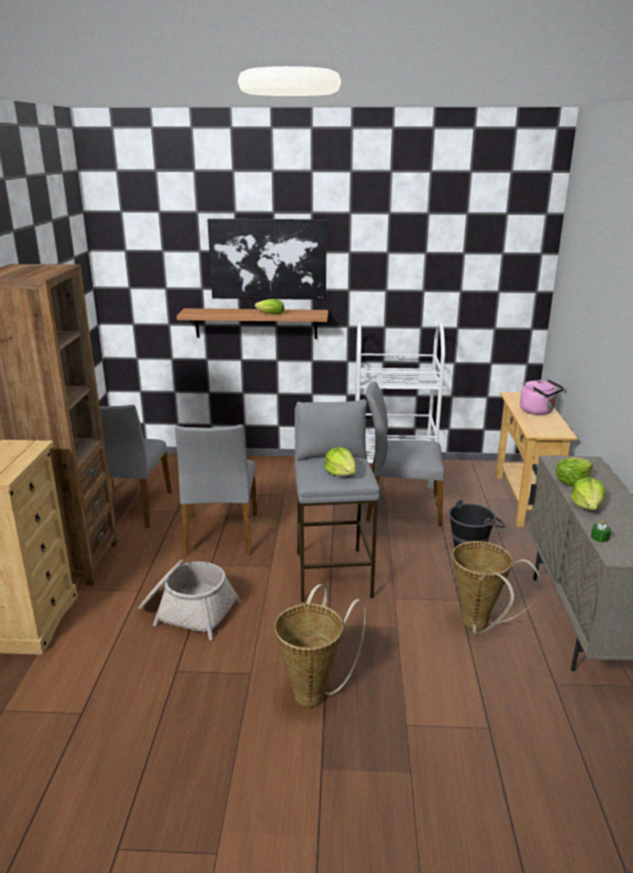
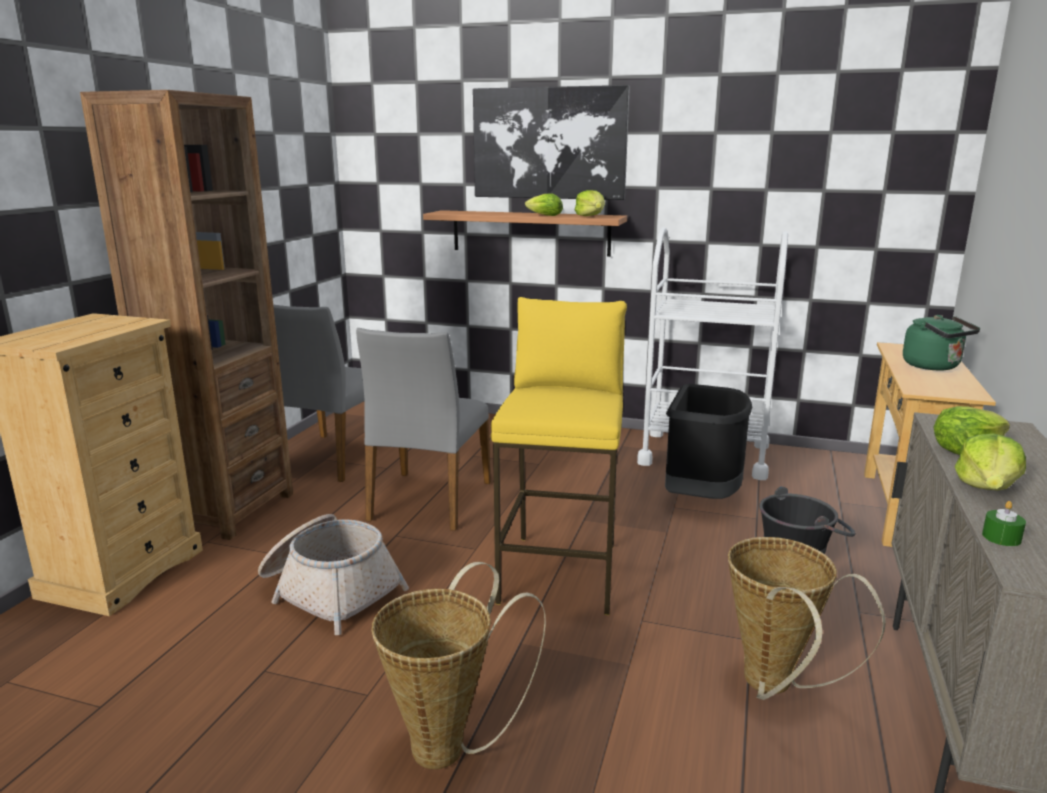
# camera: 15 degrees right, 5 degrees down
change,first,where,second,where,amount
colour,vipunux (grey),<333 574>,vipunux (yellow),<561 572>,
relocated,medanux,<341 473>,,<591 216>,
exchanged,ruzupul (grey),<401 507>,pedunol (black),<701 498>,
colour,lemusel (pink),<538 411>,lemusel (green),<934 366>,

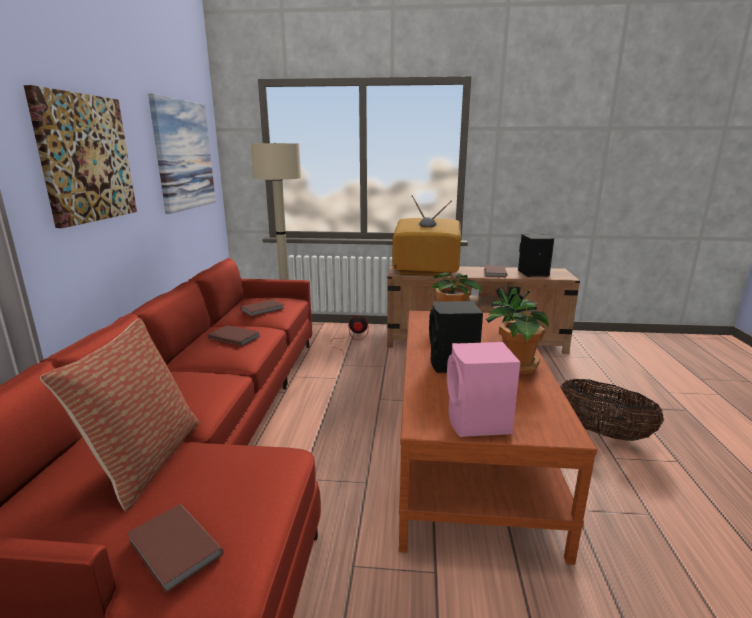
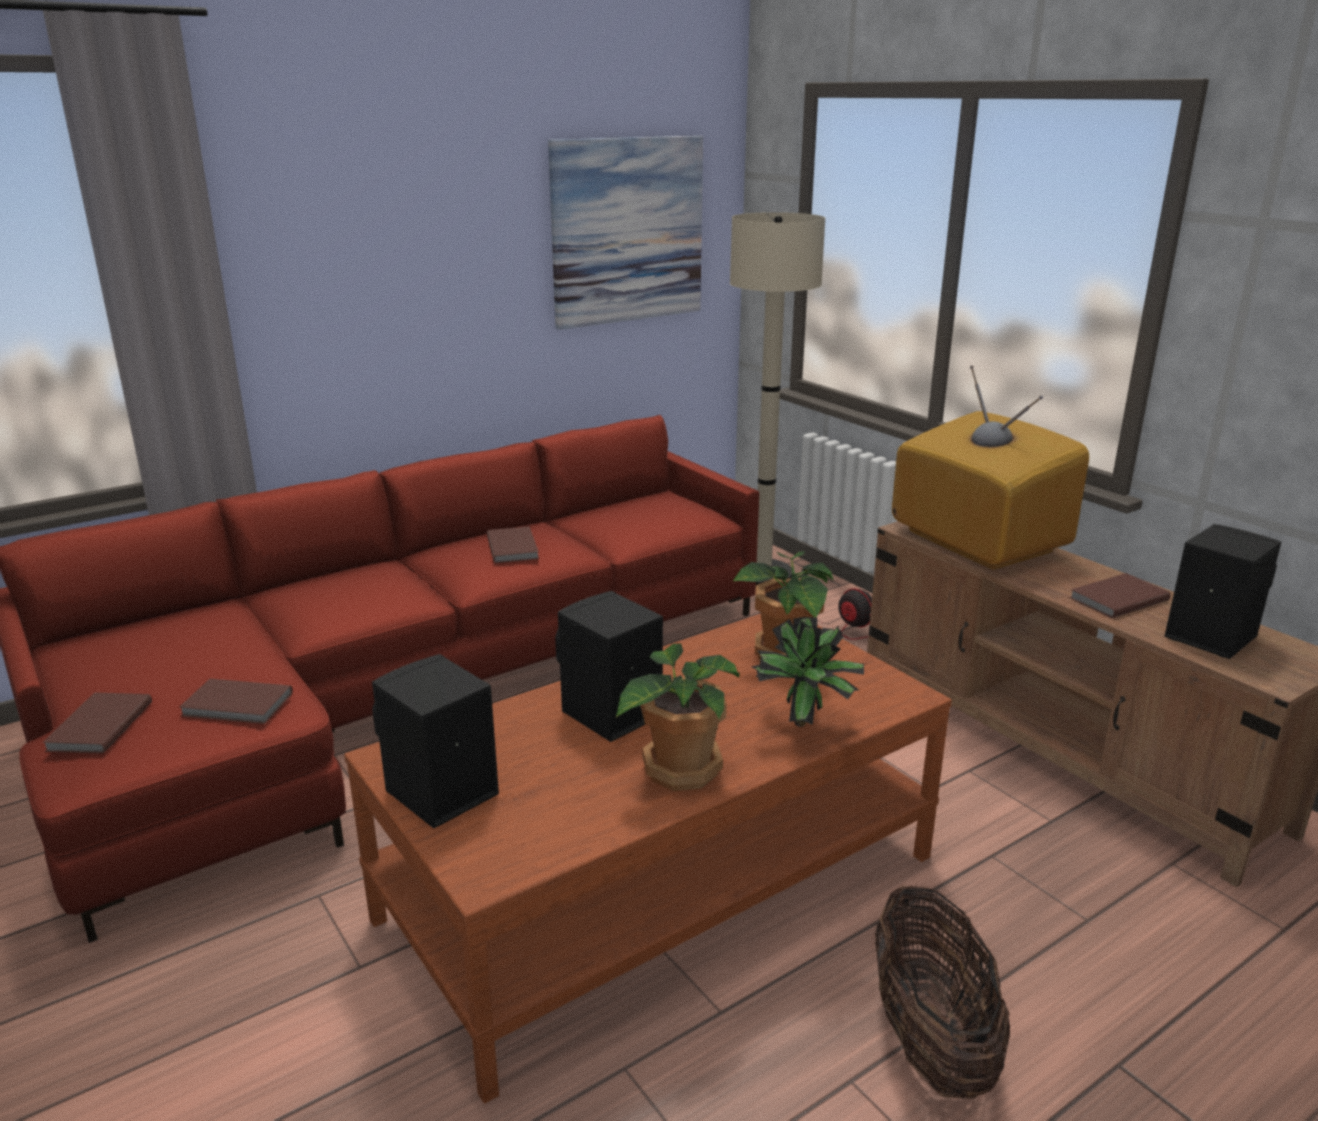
# camera: 50 degrees right, 5 degrees up
change,first,where,second,where,amount
relocated,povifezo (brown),<263 309>,,<238 705>,
colour,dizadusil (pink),<478 424>,dizadusil (black),<438 794>,
missing,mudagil,<85 158>,,,
missing,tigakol,<145 460>,,,

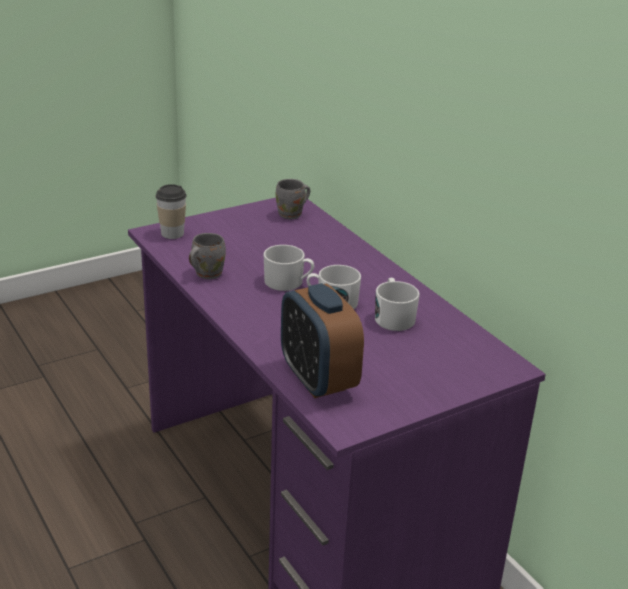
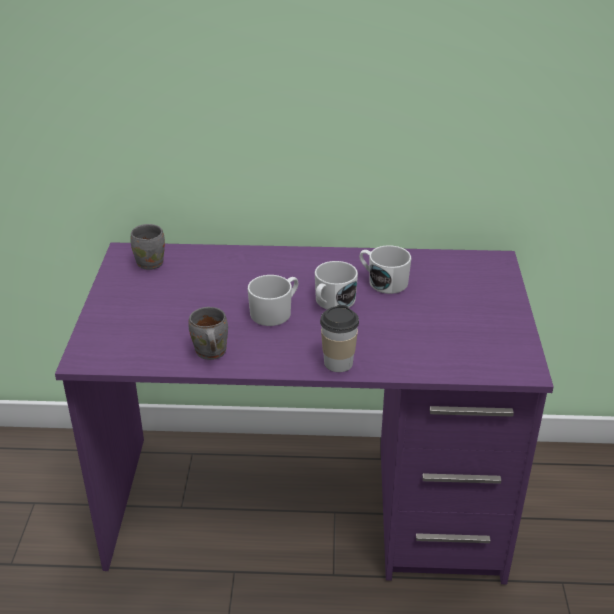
# camera: 55 degrees left, 5 degrees up
change,first,where,second,where,amount
relocated,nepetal,<172 233>,,<338 363>,
missing,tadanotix,<318 379>,,,

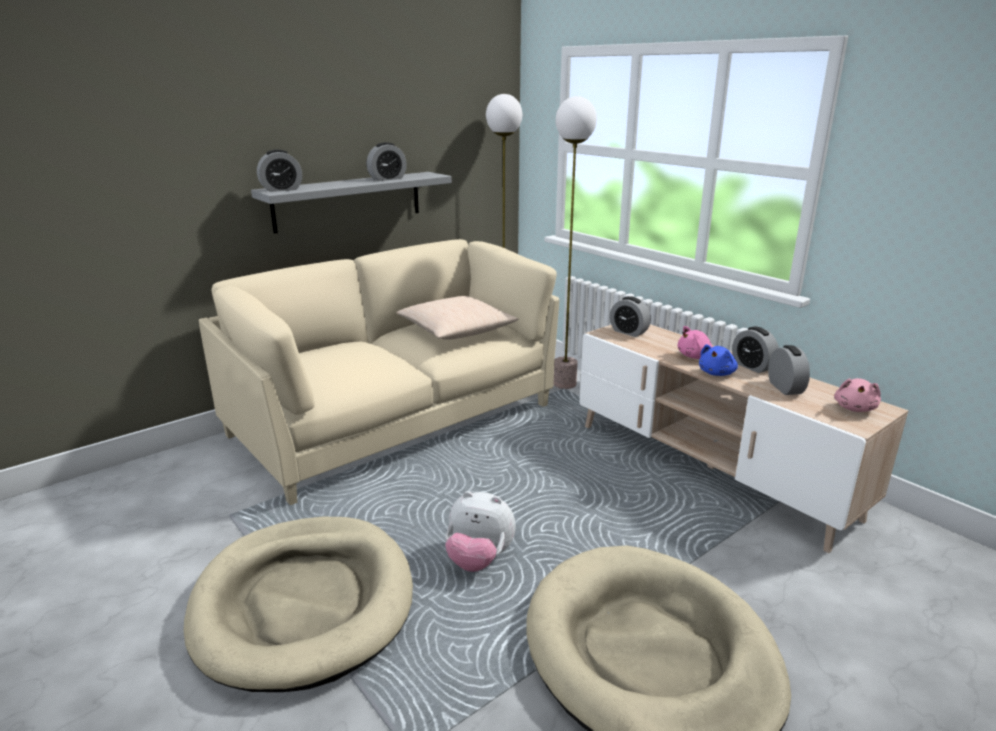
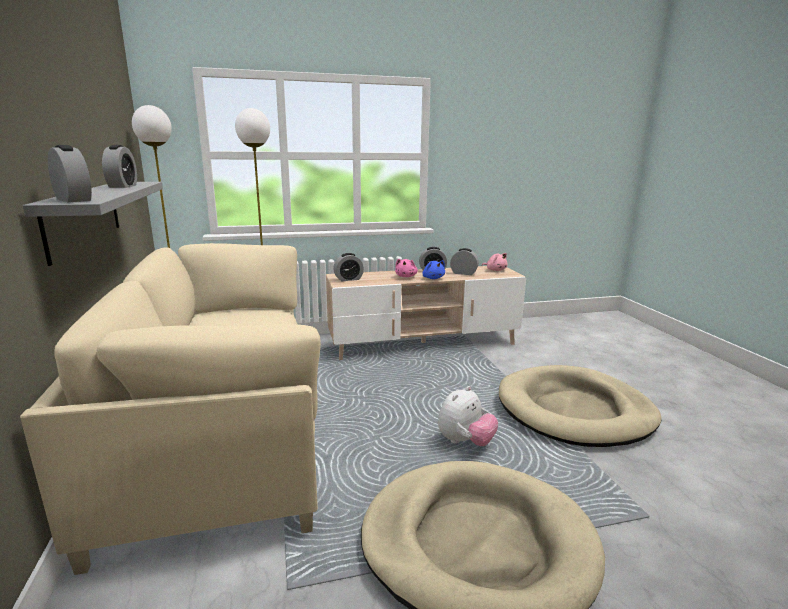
# camera: 65 degrees left, 5 degrees down
change,first,where,second,where,amount
spun,tadanotix,<281 189>,,<73 200>,45 degrees counterclockwise
missing,tigakol (beige),<456 330>,,,

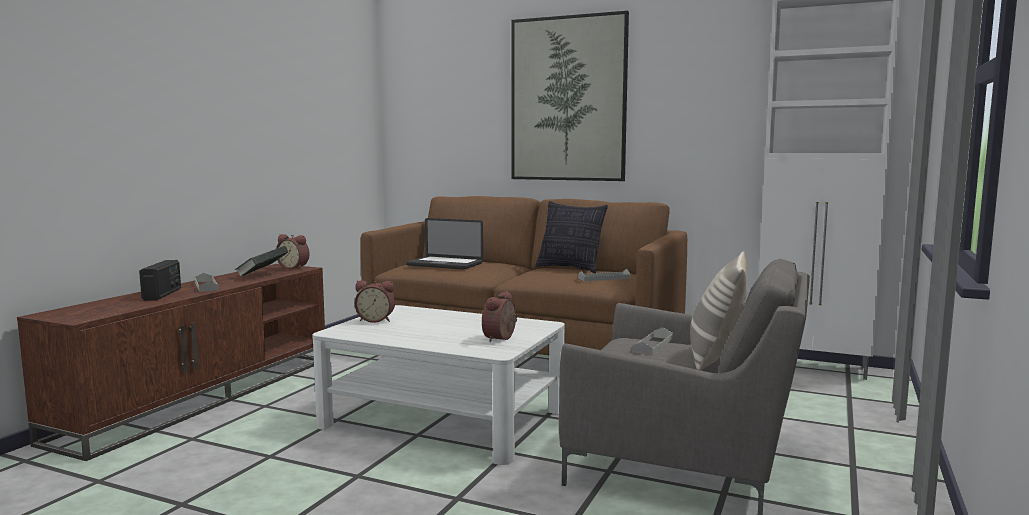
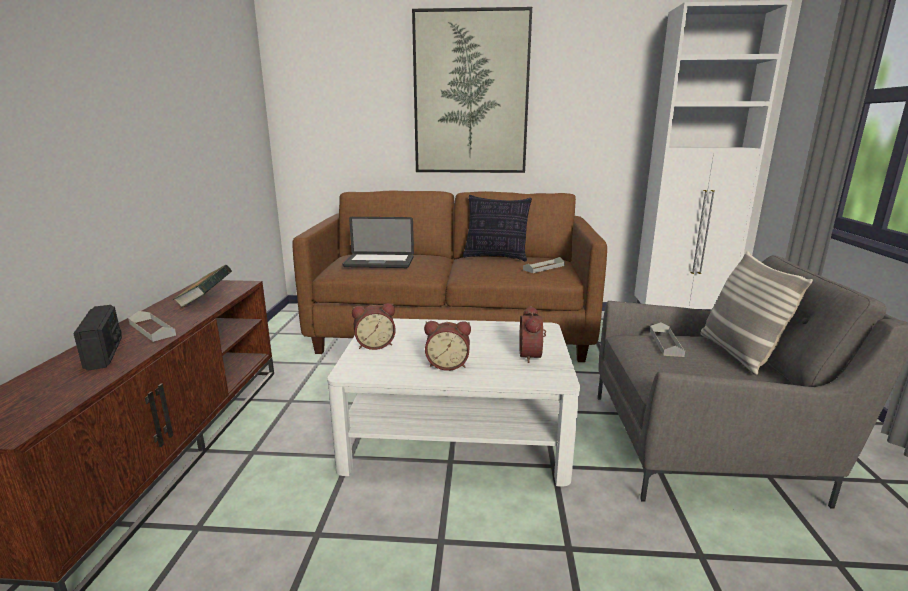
# camera: 20 degrees left, 10 degrees up
change,first,where,second,where,amount
relocated,tadanotix,<294 267>,,<447 364>,

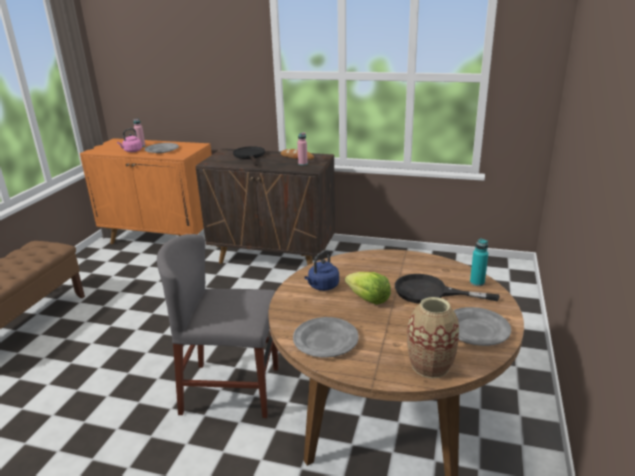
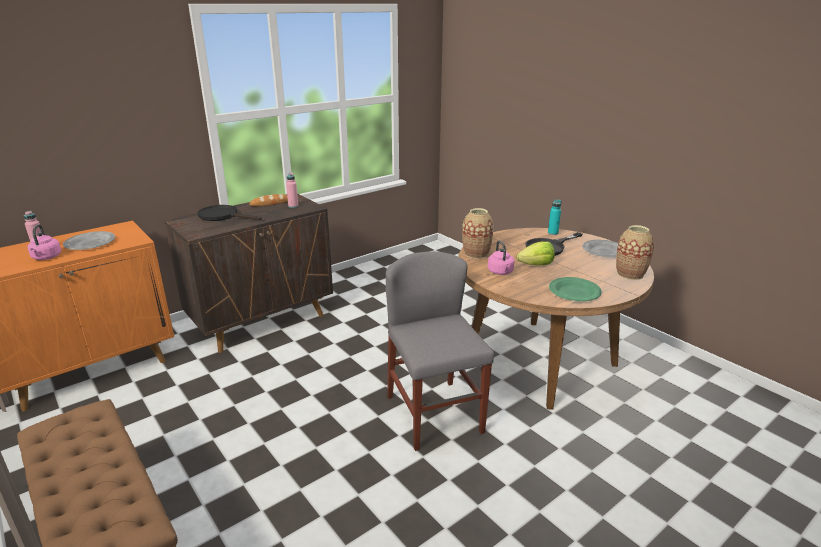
# camera: 55 degrees left, 0 degrees up
change,first,where,second,where,amount
spun,ruzupul (grey),<231 390>,,<434 414>,120 degrees clockwise
appeared,,,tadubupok,<476 254>,
colour,lemusel (blue),<322 286>,lemusel (pink),<501 272>,
colour,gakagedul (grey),<325 340>,gakagedul (green),<574 292>,

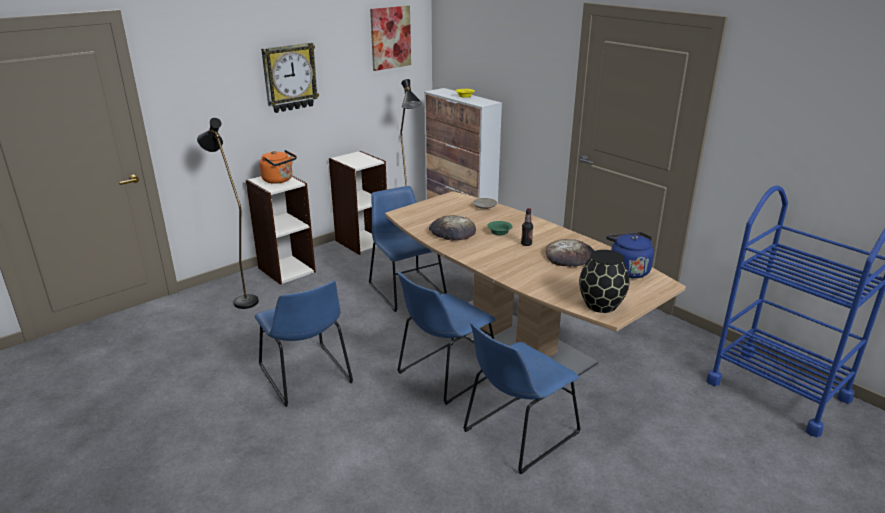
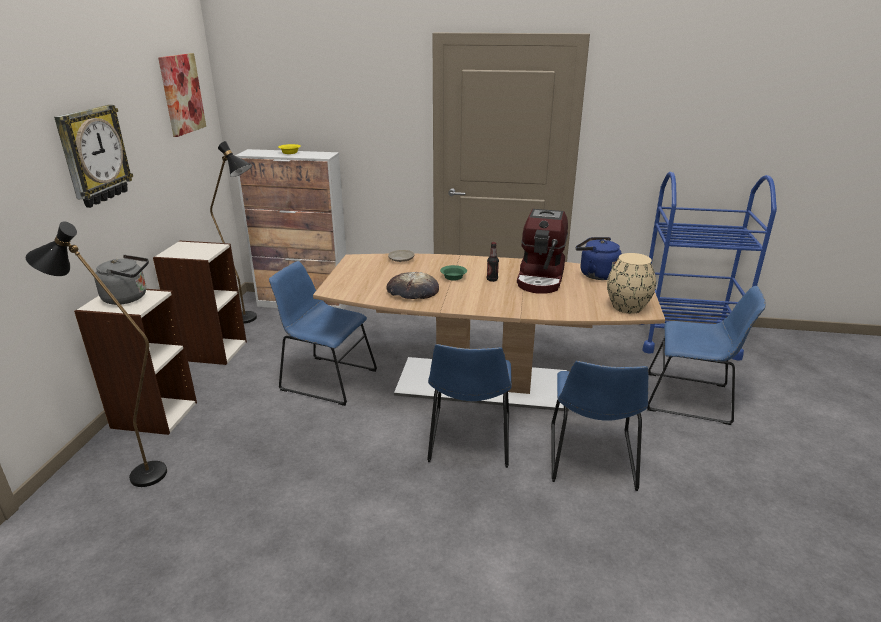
# camera: 40 degrees left, 0 degrees up
change,first,where,second,where,amount
colour,lemusel (orange),<279 180>,lemusel (grey),<128 298>,
exchanged,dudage,<570 257>,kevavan,<541 278>,
colour,tadubupok (black),<600 305>,tadubupok (beige),<626 307>,
relocated,ruzupul (blue),<306 376>,,<692 398>,

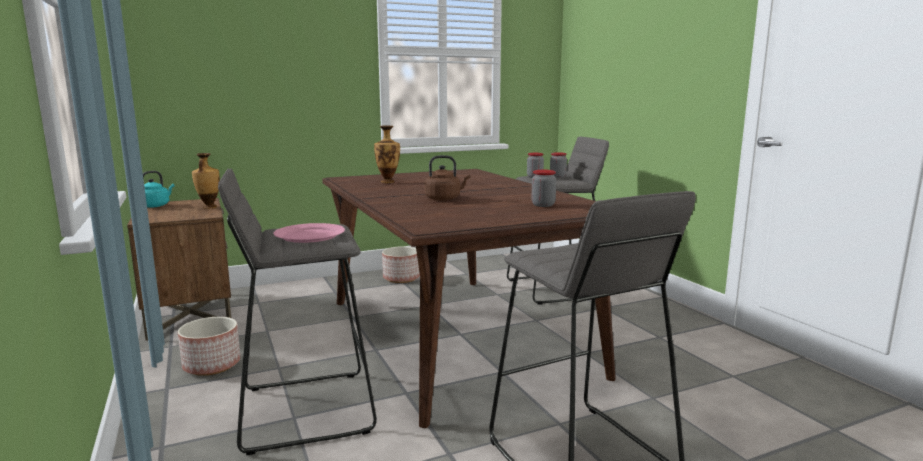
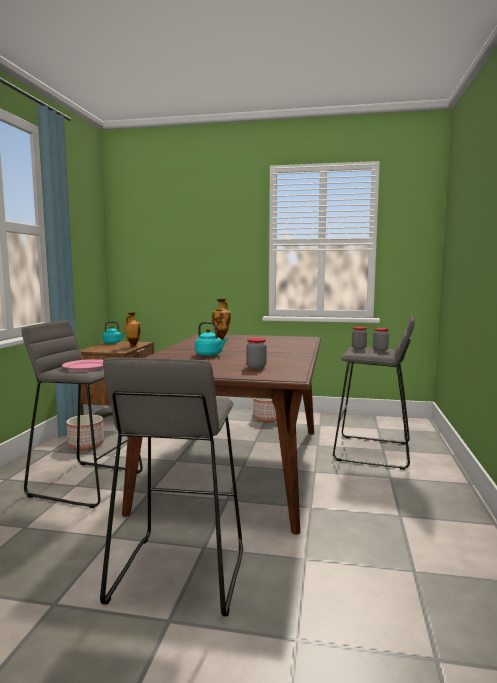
# camera: 35 degrees right, 5 degrees down
change,first,where,second,where,amount
colour,lemusel (brown),<444 199>,lemusel (turquoise),<210 354>,

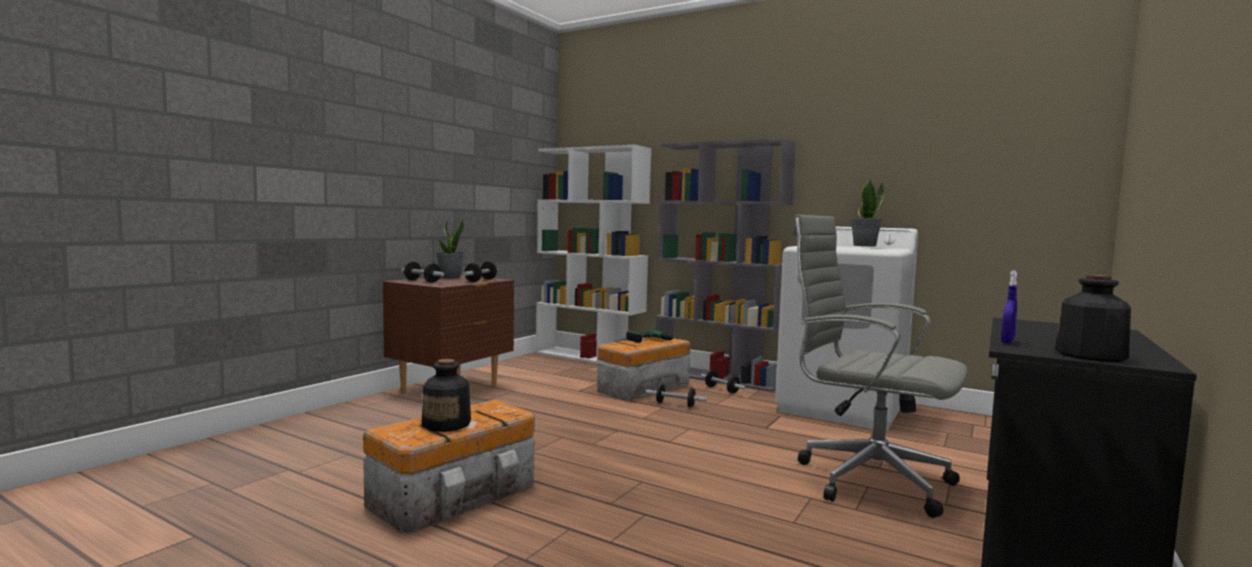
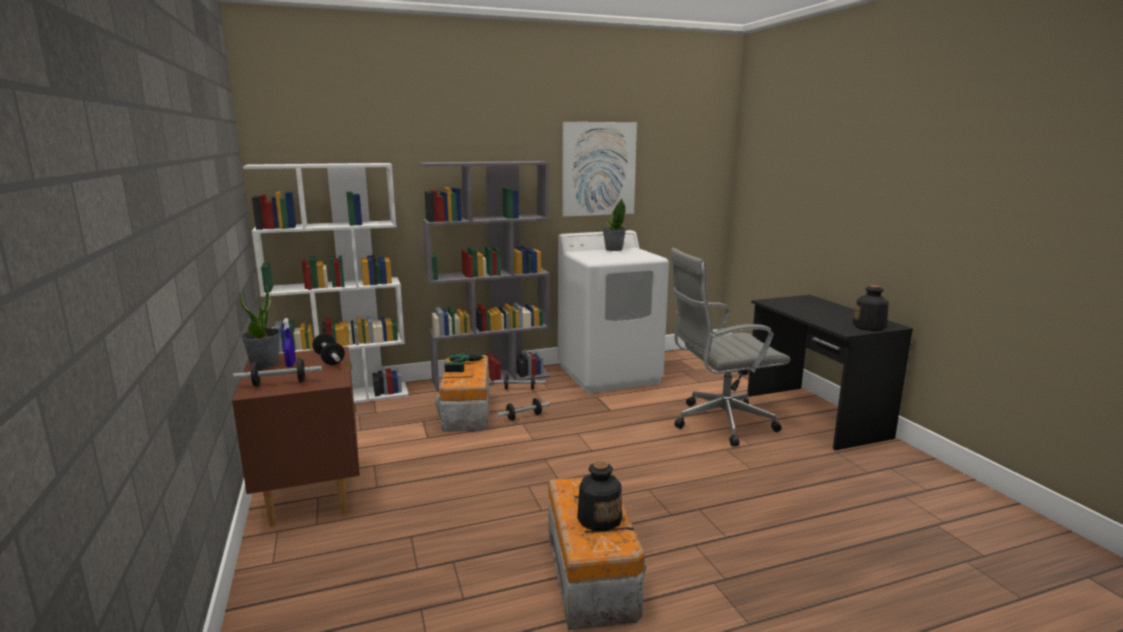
# camera: 50 degrees left, 10 degrees up
change,first,where,second,where,amount
relocated,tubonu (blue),<1007 342>,,<291 364>,
appeared,,,mudagil,<599 169>,

